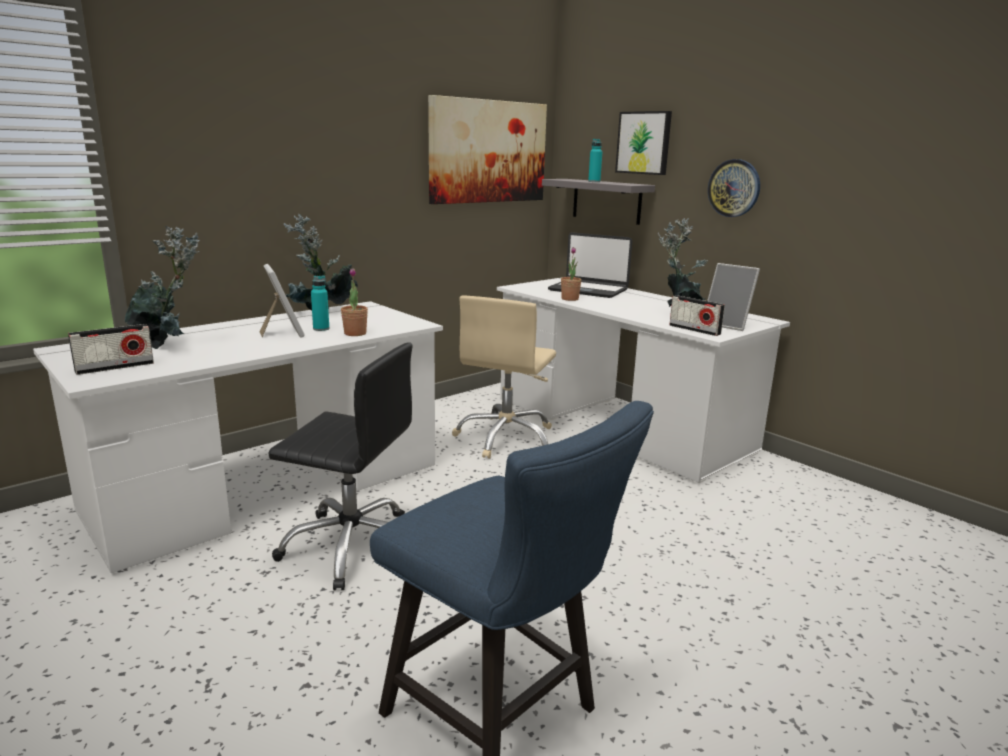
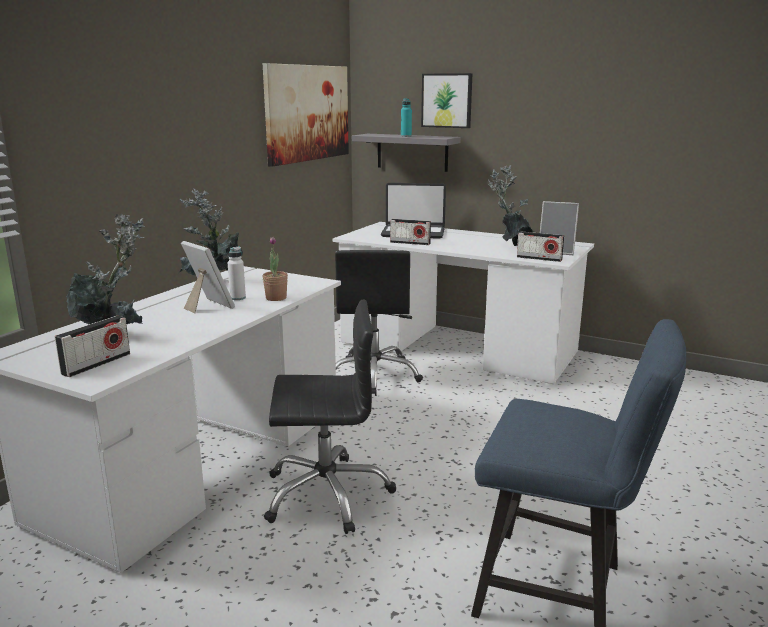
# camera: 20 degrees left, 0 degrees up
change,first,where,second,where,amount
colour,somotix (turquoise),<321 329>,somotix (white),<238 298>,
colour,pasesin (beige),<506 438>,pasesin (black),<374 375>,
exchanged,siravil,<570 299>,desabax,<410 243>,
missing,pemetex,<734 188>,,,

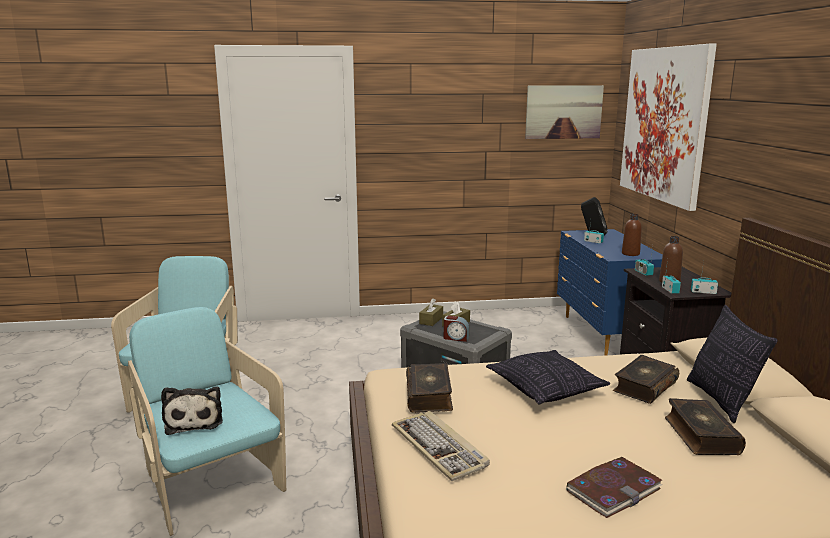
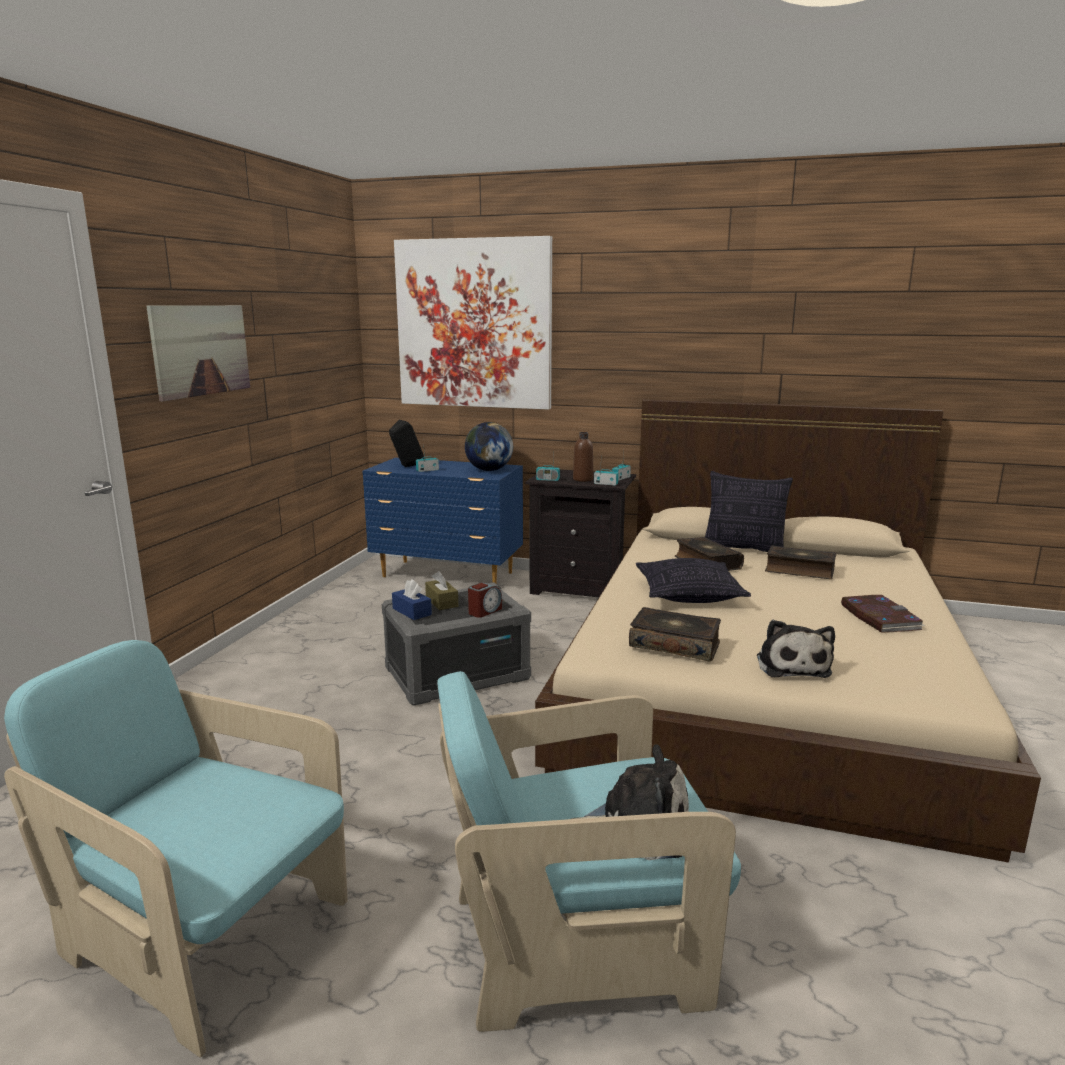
# camera: 65 degrees left, 0 degrees up
change,first,where,second,where,amount
relocated,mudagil,<563 112>,,<201 350>,
colour,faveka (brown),<431 320>,faveka (blue),<412 611>,
exchanged,somotix (brown),<630 254>,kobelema,<489 470>,
exchanged,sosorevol,<440 448>,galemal,<792 665>,

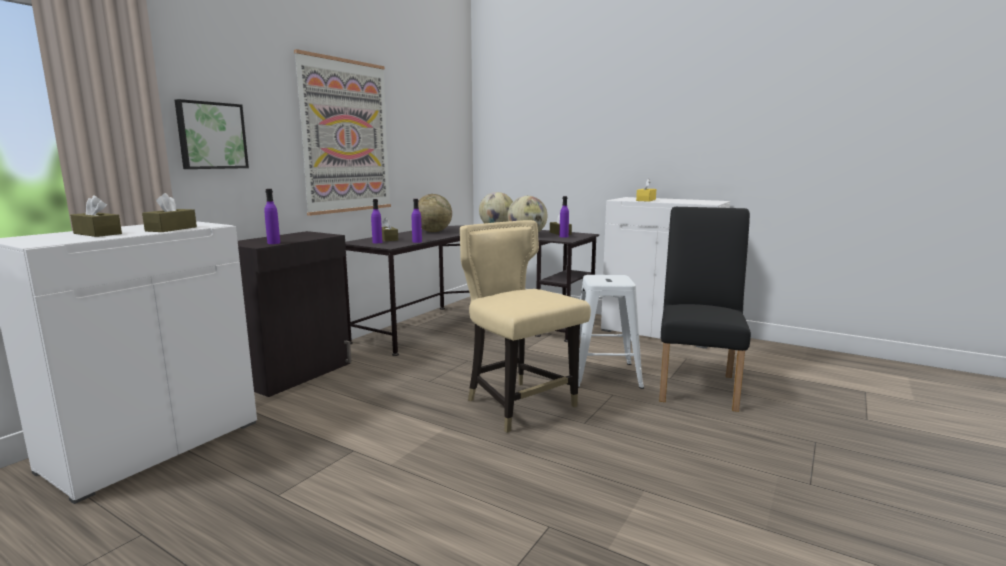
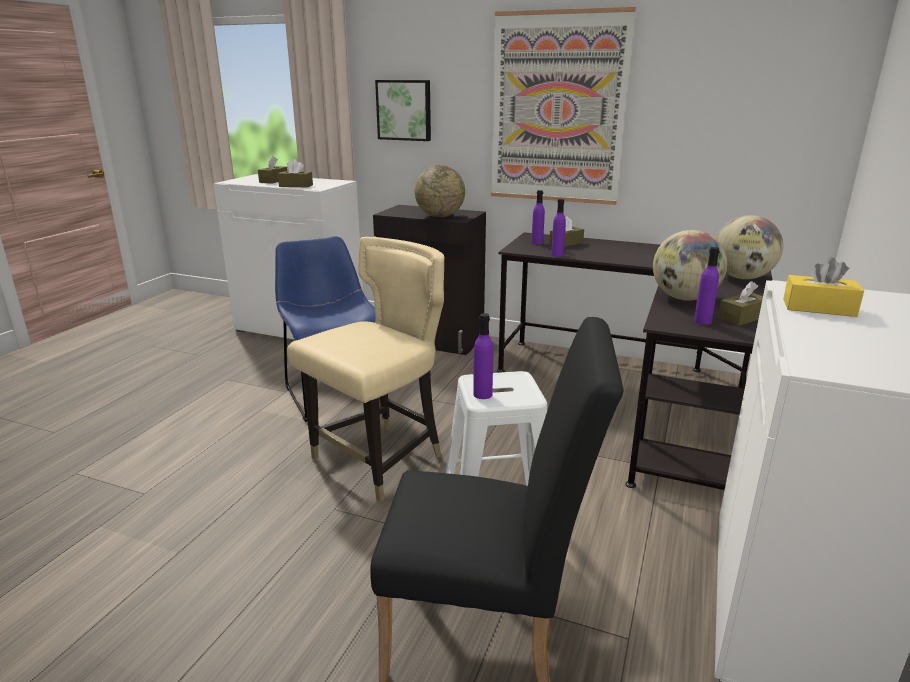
# camera: 80 degrees right, 10 degrees up
change,first,where,second,where,amount
appeared,,,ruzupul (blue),<333 392>,
relocated,kobelema,<433 232>,,<440 216>,
relocated,somotix (purple),<273 243>,,<482 394>,

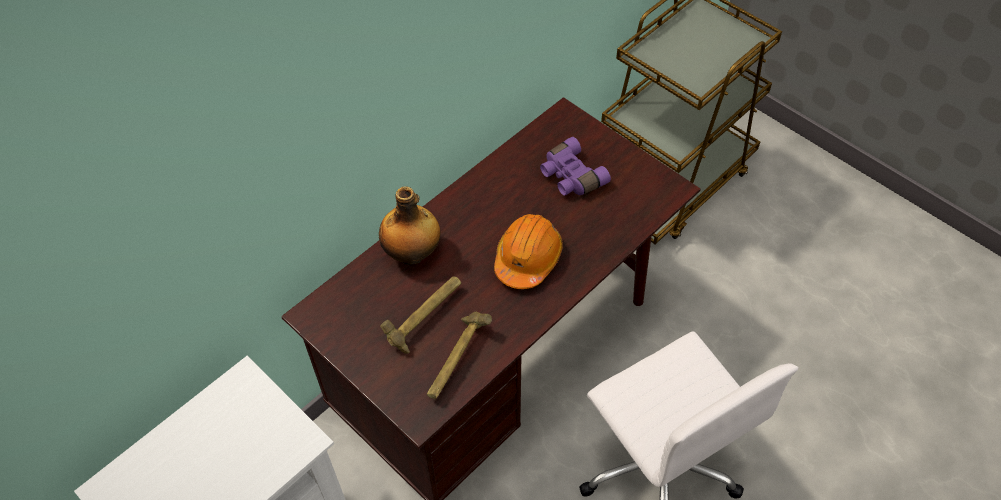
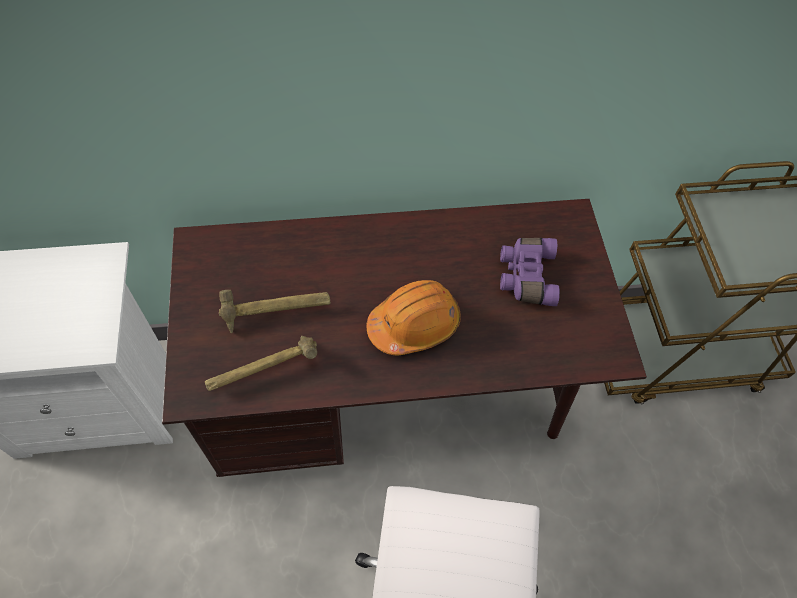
# camera: 35 degrees right, 5 degrees up
change,first,where,second,where,amount
missing,somotix,<412 253>,,,

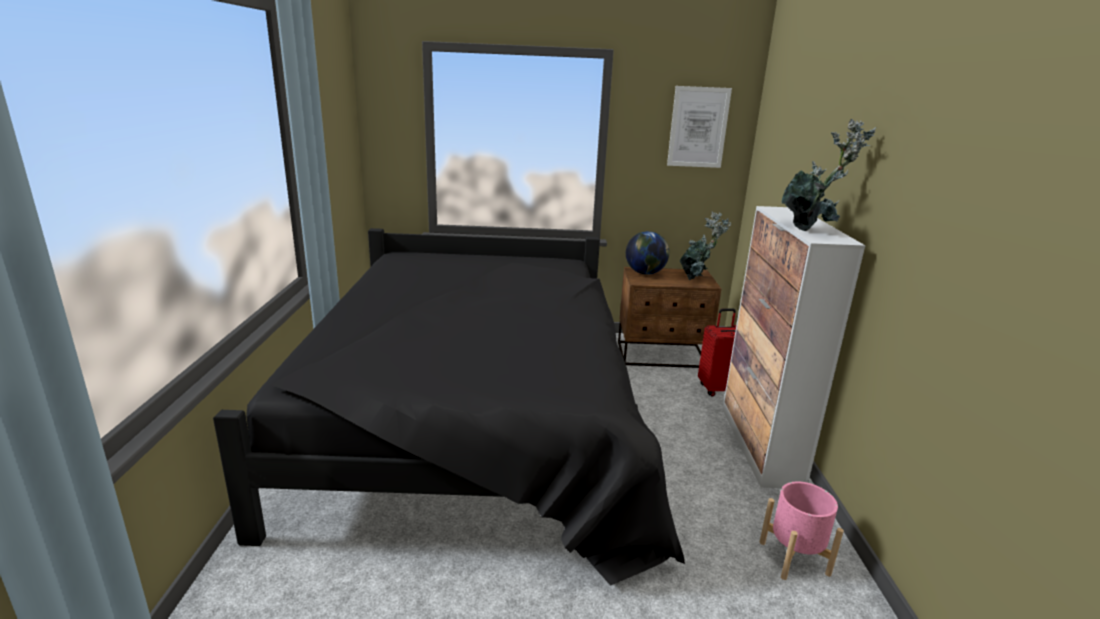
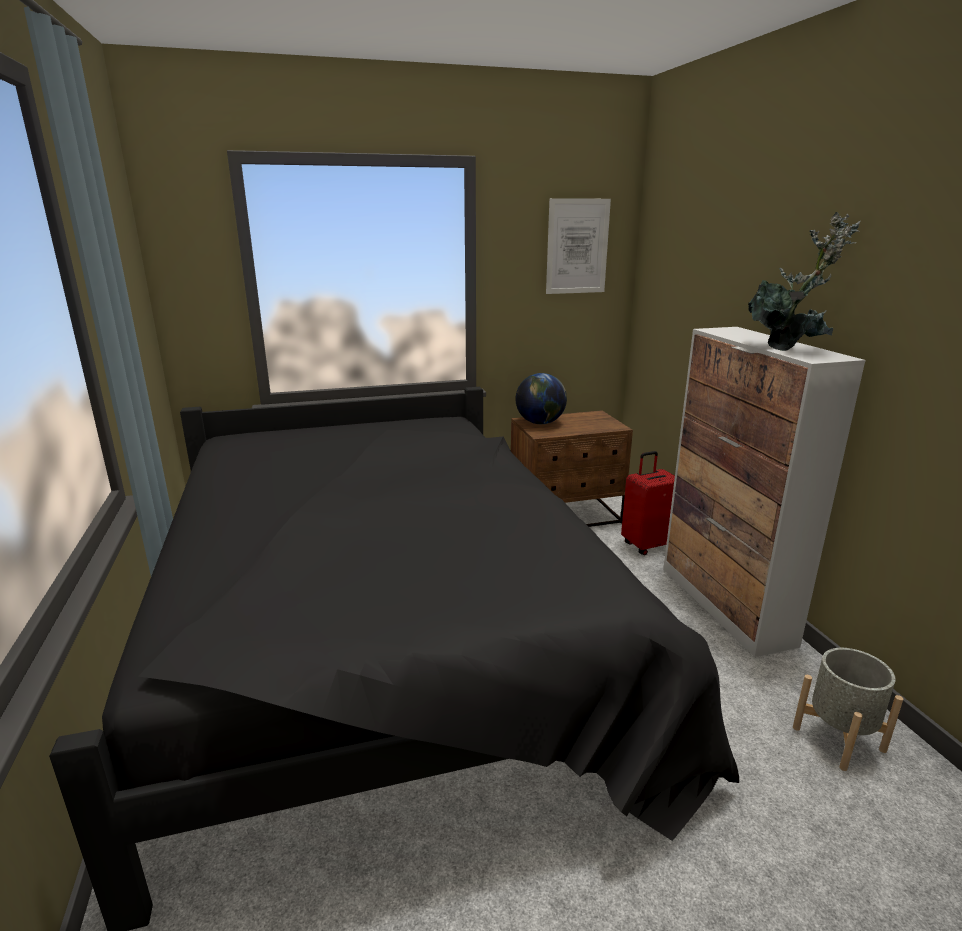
# camera: 15 degrees left, 0 degrees up
change,first,where,second,where,amount
colour,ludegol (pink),<794 557>,ludegol (grey),<838 738>,
missing,siravil,<697 280>,,,

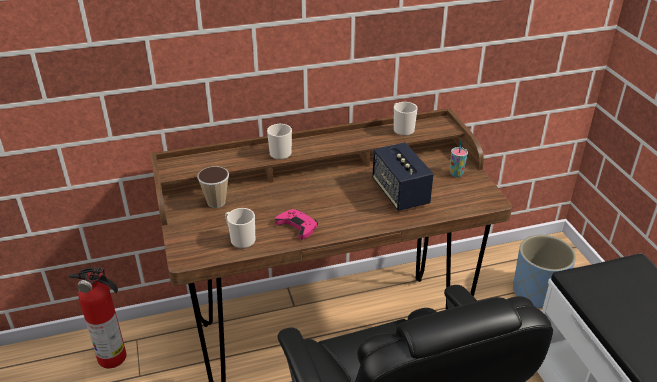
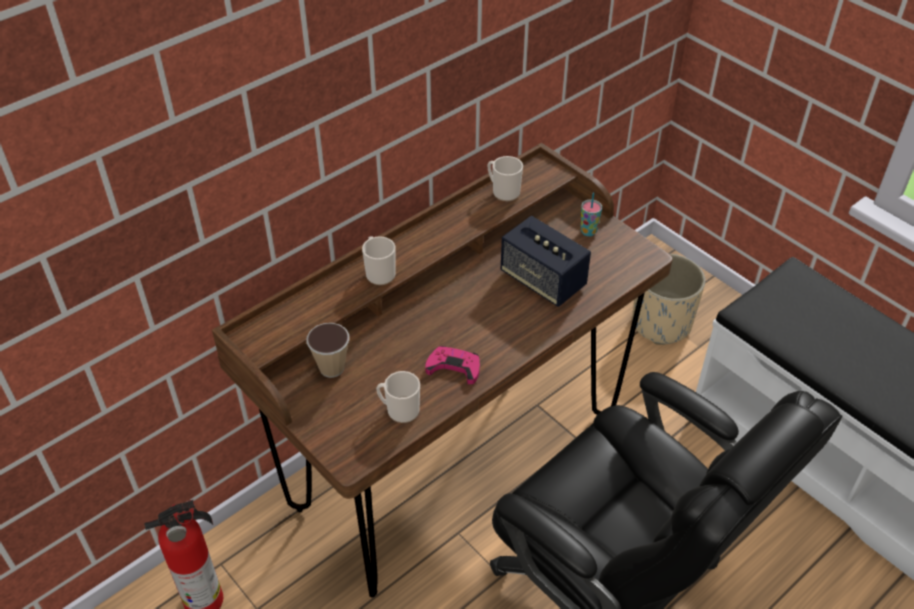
# camera: 25 degrees left, 10 degrees up
change,first,where,second,where,amount
colour,ludegol (blue),<537 293>,ludegol (beige),<661 323>,

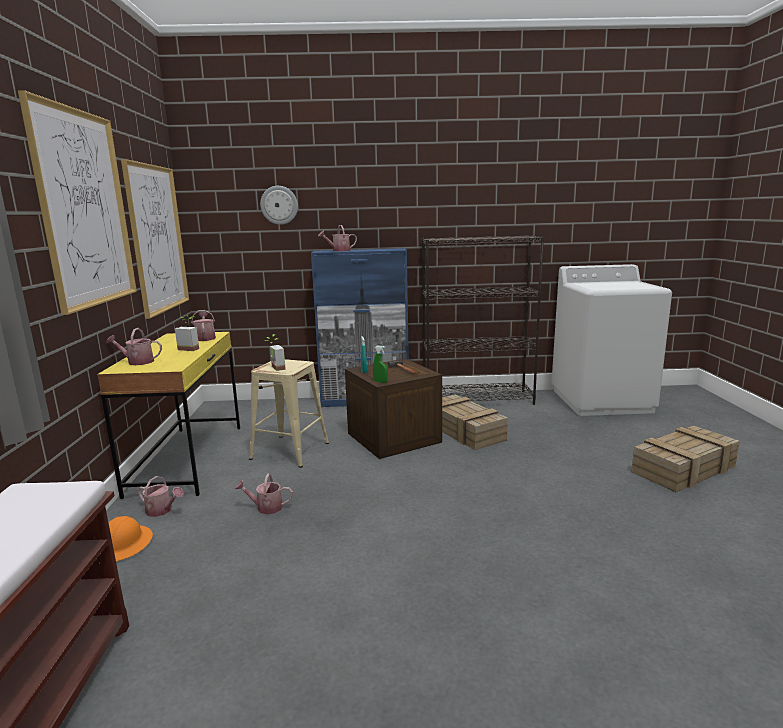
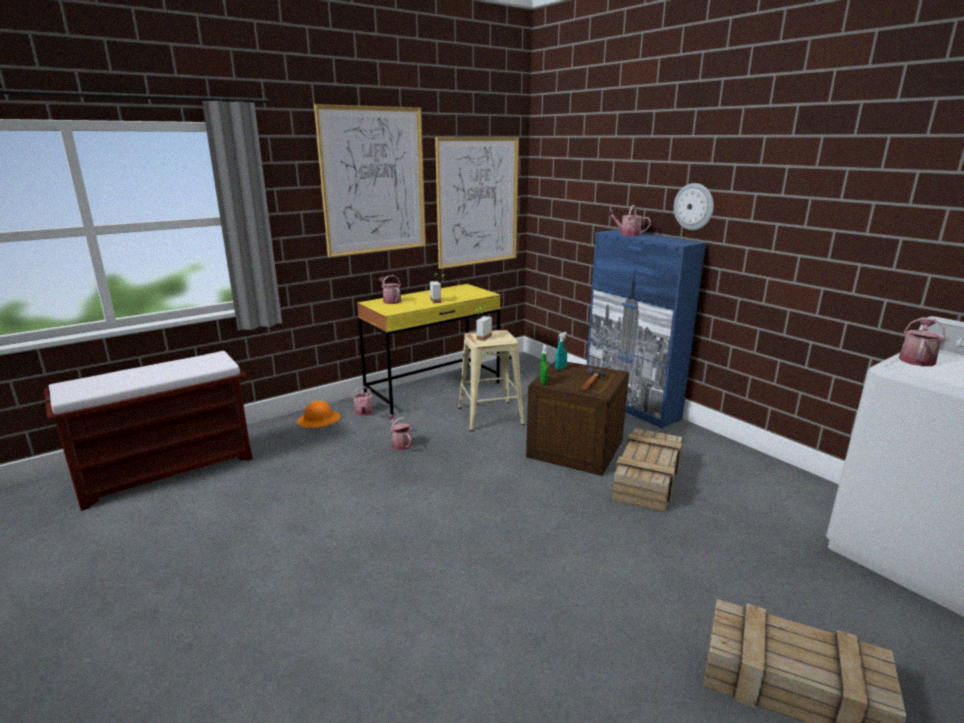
# camera: 55 degrees right, 5 degrees up
change,first,where,second,where,amount
relocated,pemetex,<279 205>,,<694 206>,
relocated,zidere,<205 338>,,<917 359>,
missing,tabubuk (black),<478 399>,,,

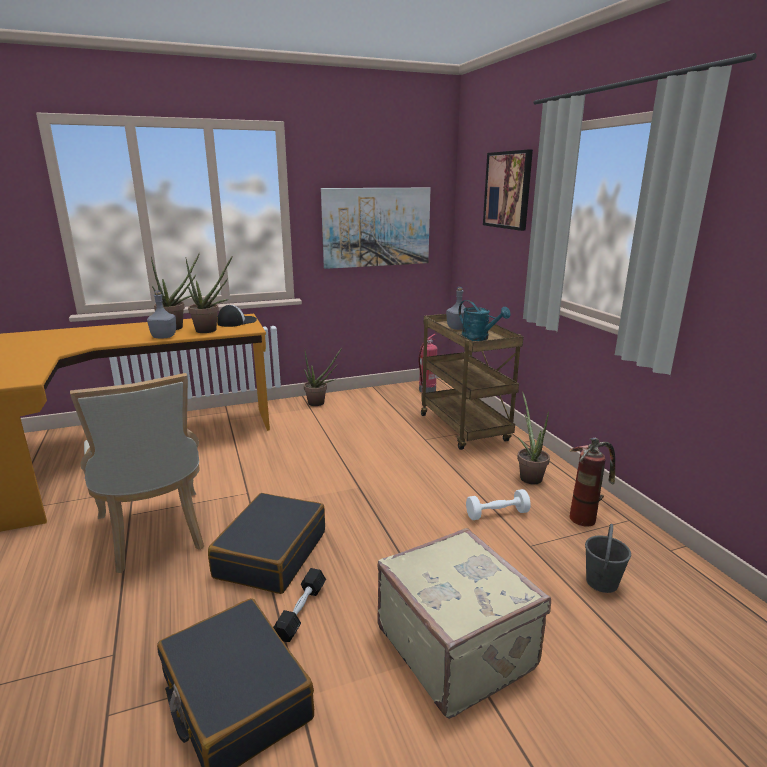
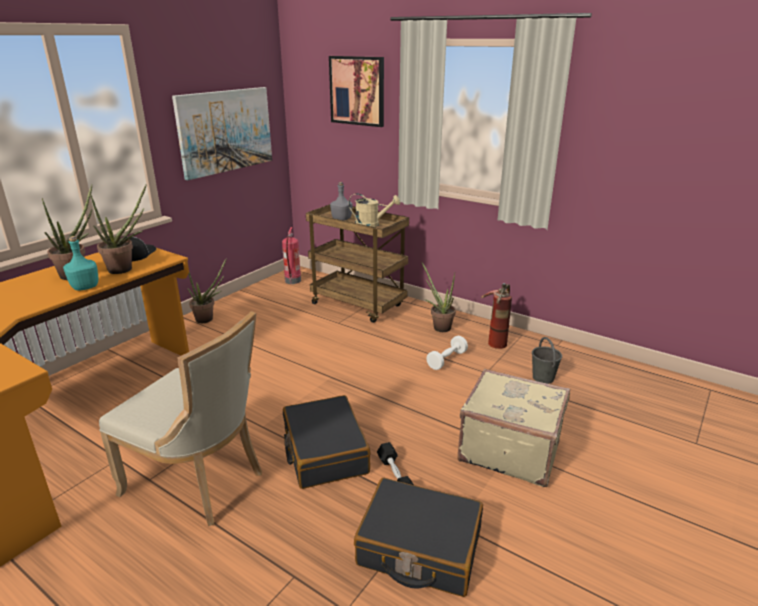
# camera: 35 degrees left, 5 degrees up
change,first,where,second,where,amount
colour,somotix (grey),<164 337>,somotix (turquoise),<84 287>,
colour,zidere (turquoise),<479 338>,zidere (beige),<371 225>,

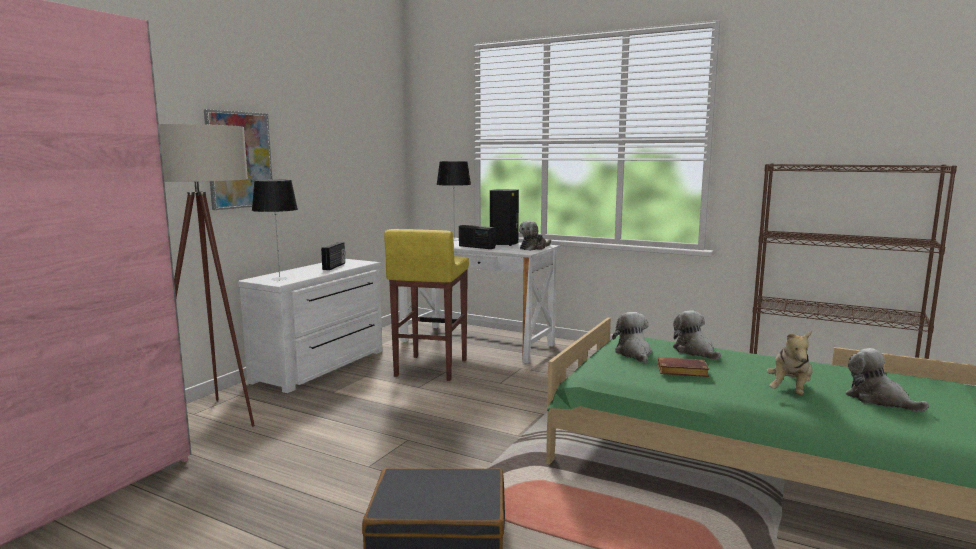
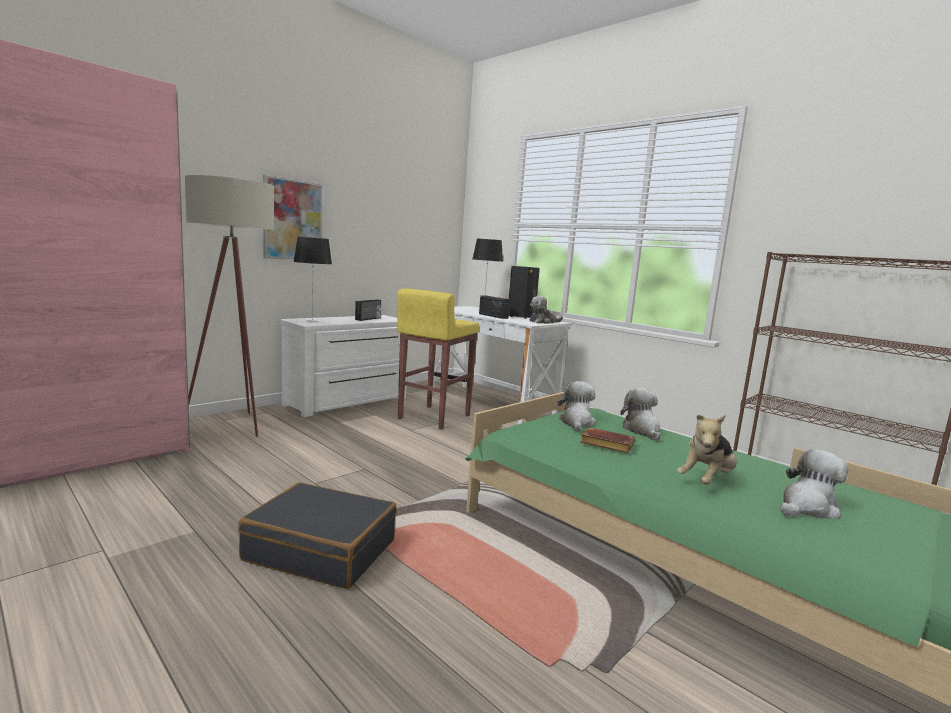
# camera: 15 degrees right, 0 degrees up
change,first,where,second,where,amount
spun,galemal,<878 399>,,<807 507>,75 degrees clockwise

